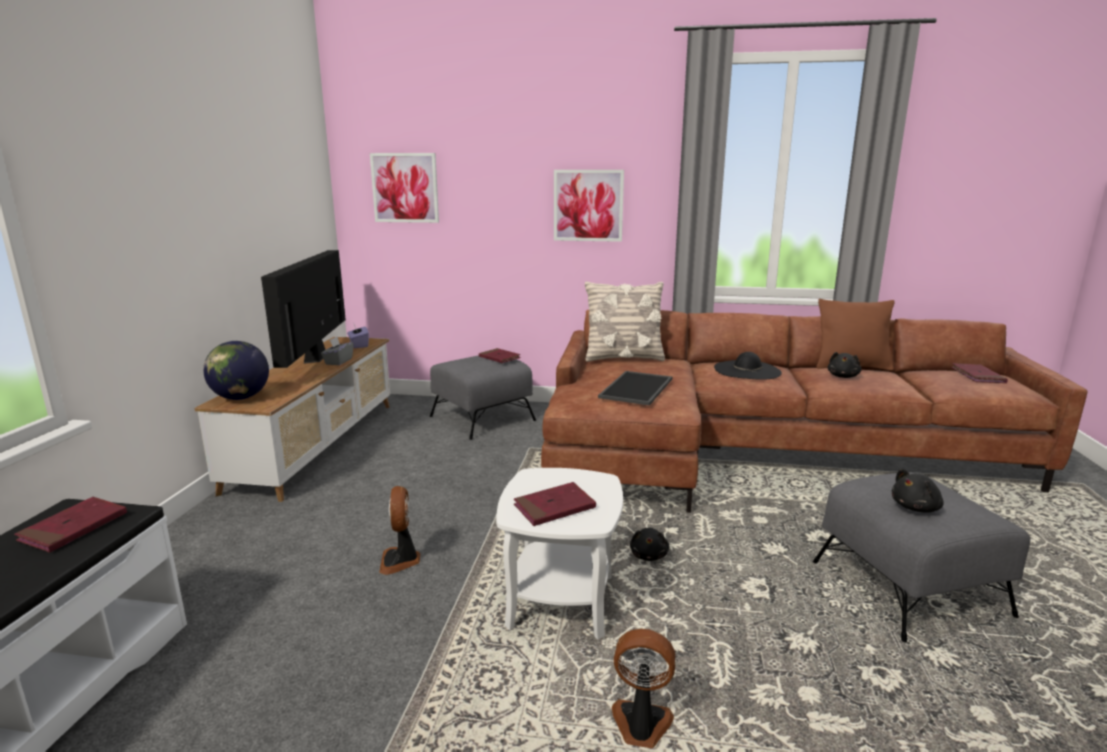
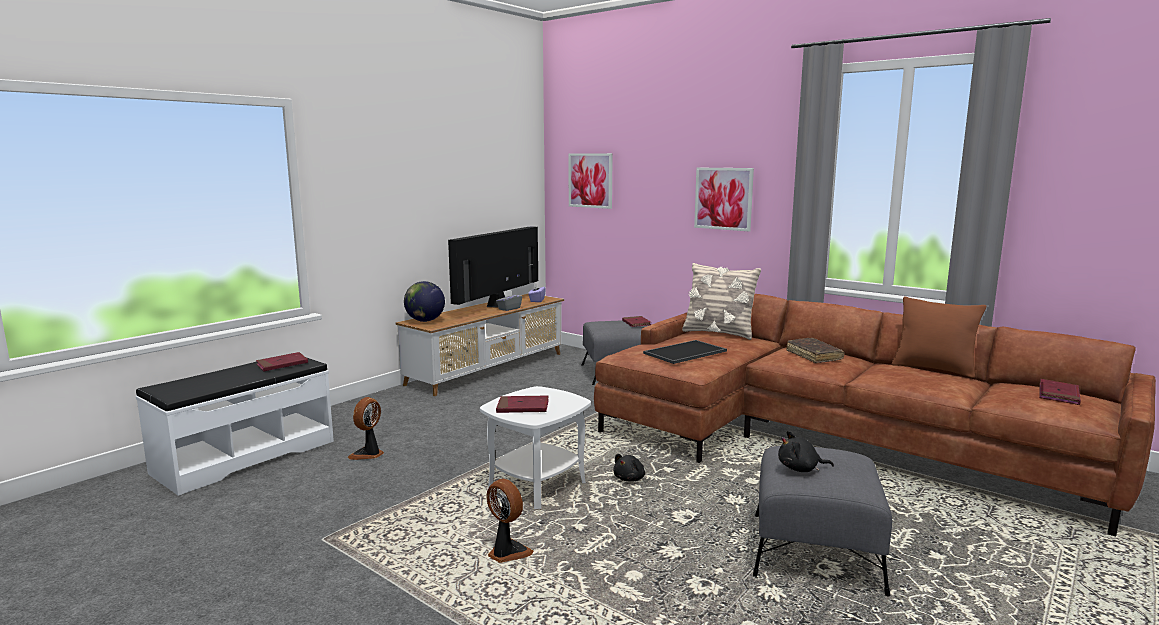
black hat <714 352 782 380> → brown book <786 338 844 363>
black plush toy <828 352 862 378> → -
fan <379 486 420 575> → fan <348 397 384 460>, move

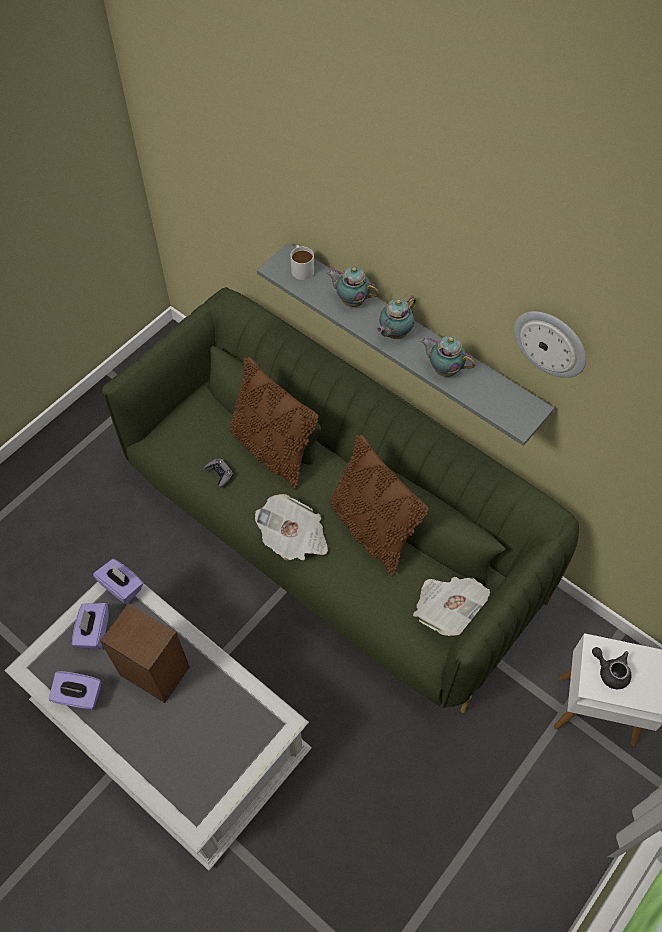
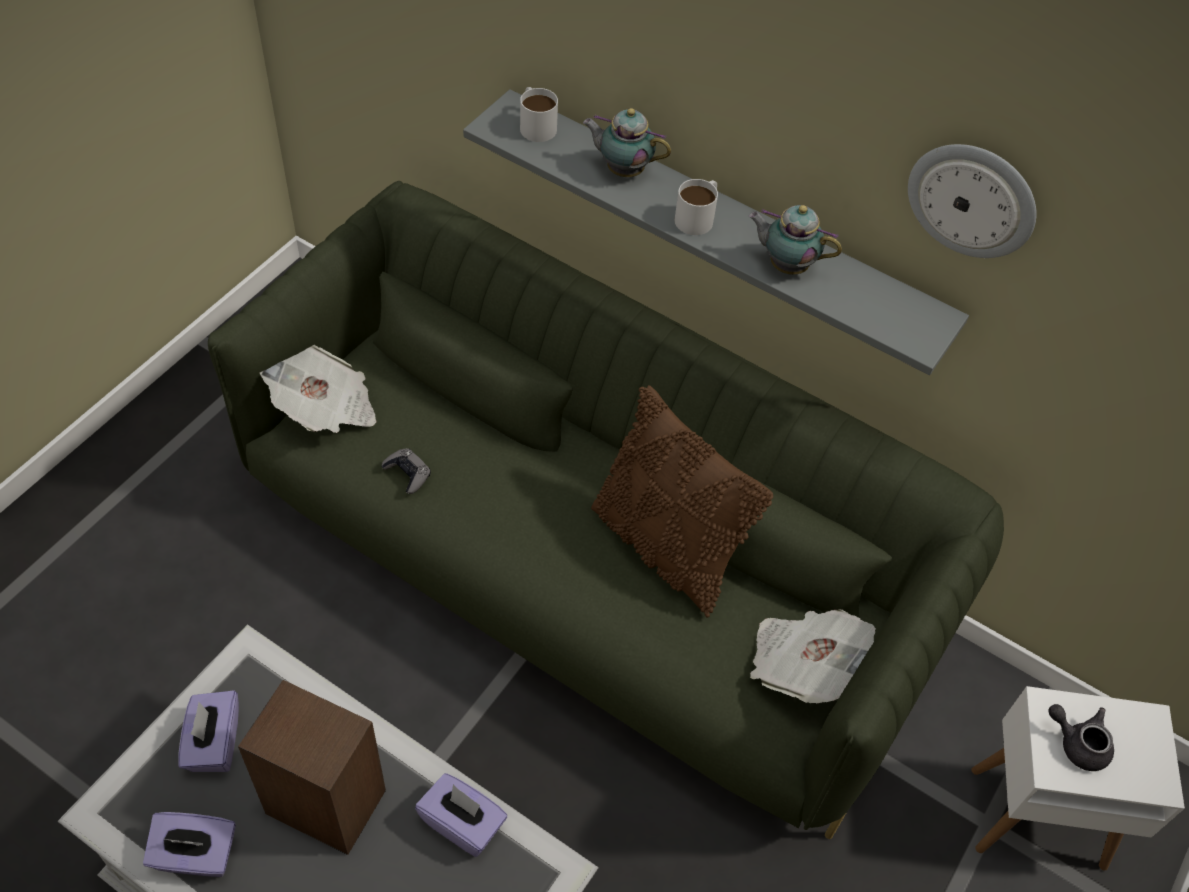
teapot <376 296 416 339> → white mug <674 179 718 235>
brown pillow <229 357 318 489> → -
newspaper <255 494 328 561> → newspaper <260 345 377 433>, move
purple tissue box <93 559 143 605> → purple tissue box <415 773 507 857>, move

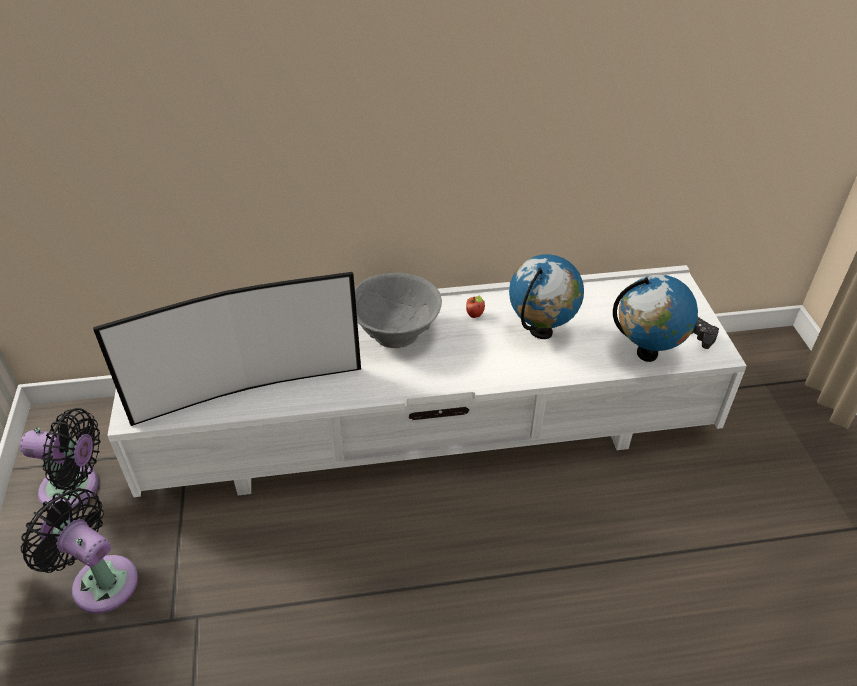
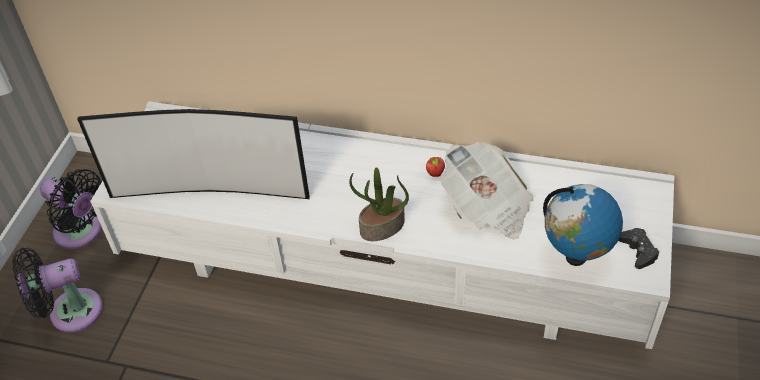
globe <509 254 584 339> → newspaper <441 142 534 239>
grey bowl <355 273 442 348> → -
black fan <21 488 138 614> → black fan <12 248 103 333>, 75 degrees counterclockwise
- → potted plant <349 167 409 241>

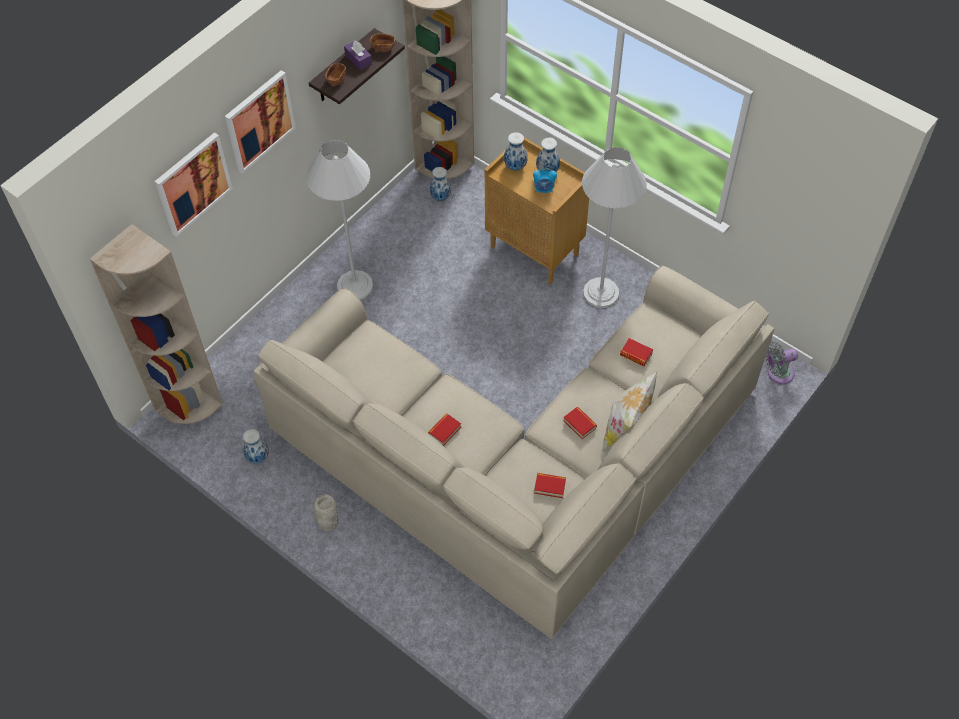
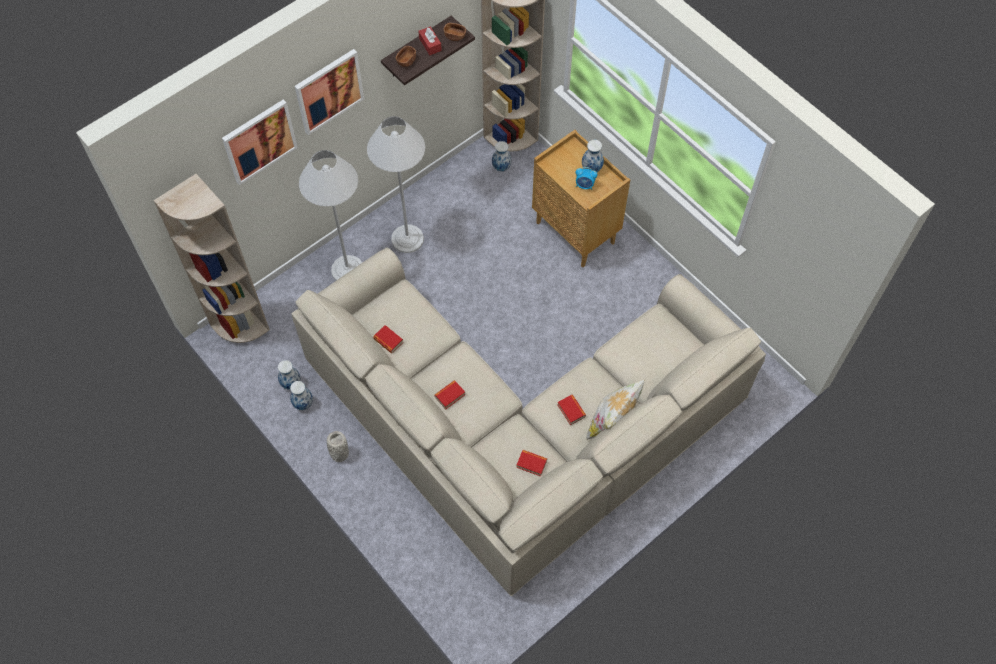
purple tissue box <344 40 372 70> → red tissue box <418 26 442 55>
vase <504 132 528 170> → vase <290 381 313 410>, move
white floor lamp <582 147 647 308> → white floor lamp <299 150 362 280>, move
book <620 338 653 366> → book <373 325 403 353>, move
grey fan <766 342 798 384> → -

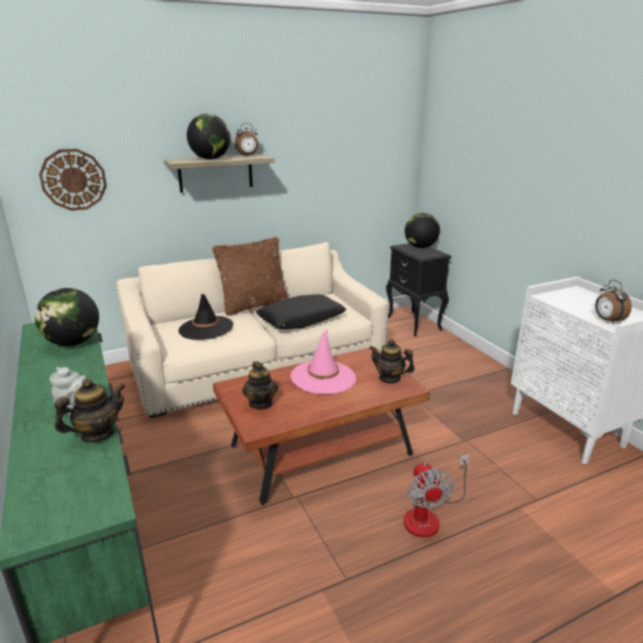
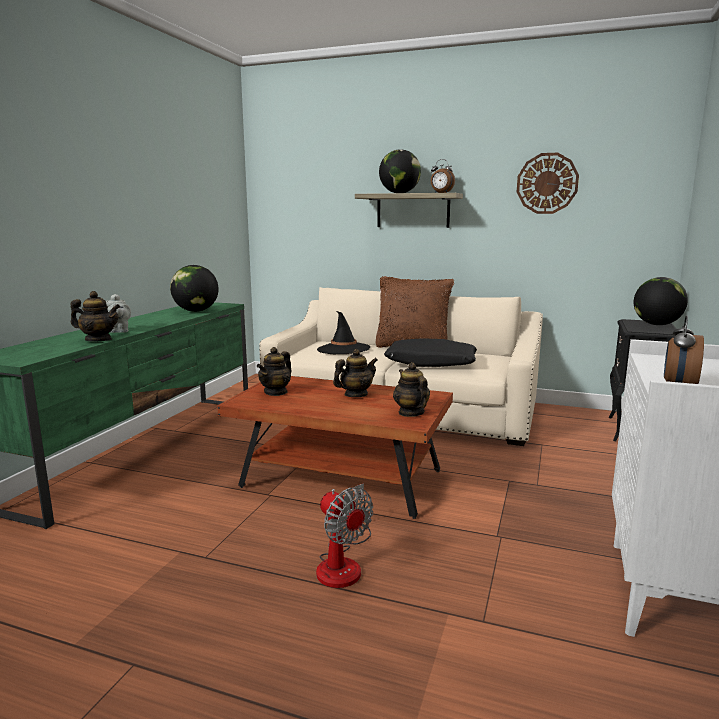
wall clock <39 149 107 211> → wall clock <517 153 579 214>, move
pink hat <291 329 356 394> → teapot <333 349 378 397>
fan <404 454 469 538> → fan <316 483 373 588>, 75 degrees counterclockwise

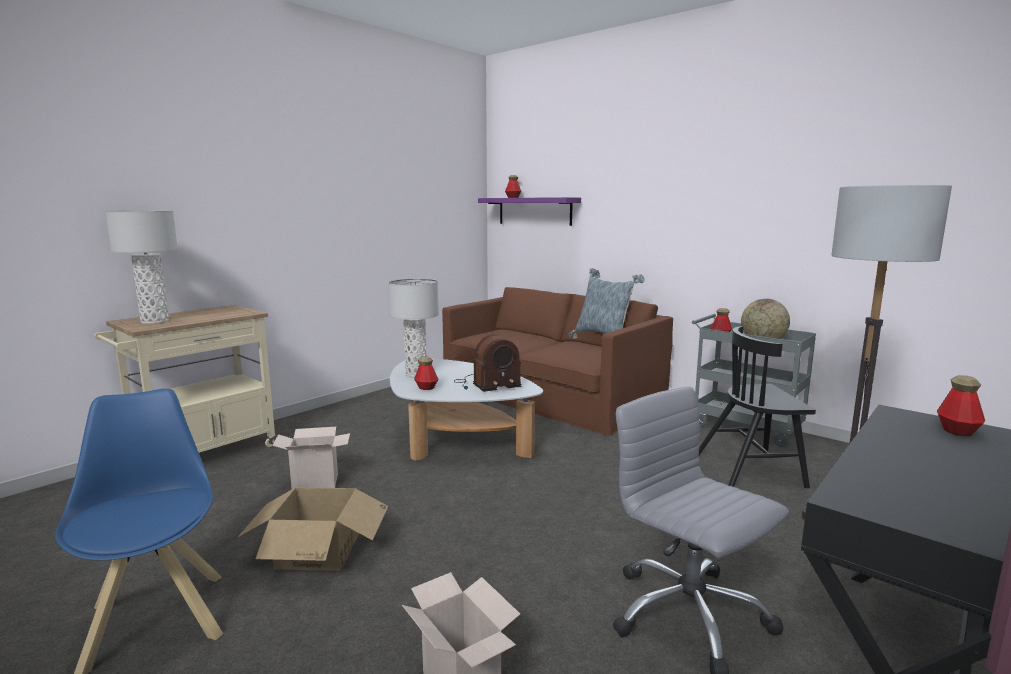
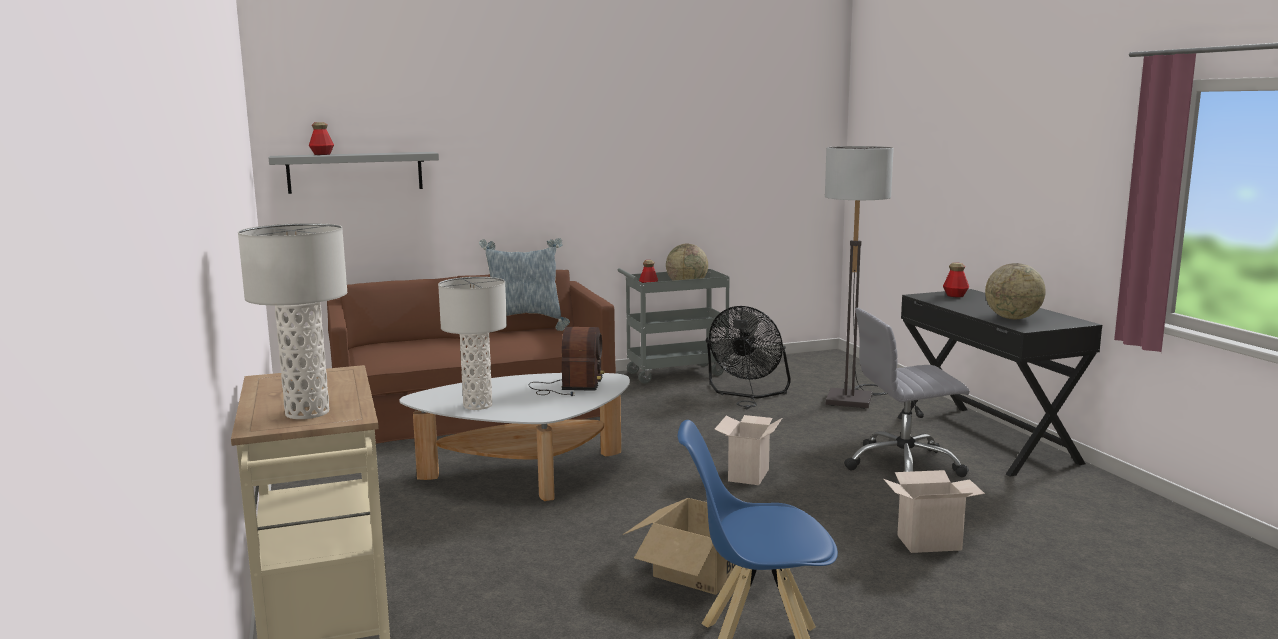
purple shelf <478 197 581 226> → grey shelf <269 152 439 194>
black chair <699 326 816 488> → black fan <706 306 791 409>
bottle <414 356 438 390> → -
cardboard box <272 427 350 489> → cardboard box <714 415 782 485>, move
- → globe <985 263 1046 319>

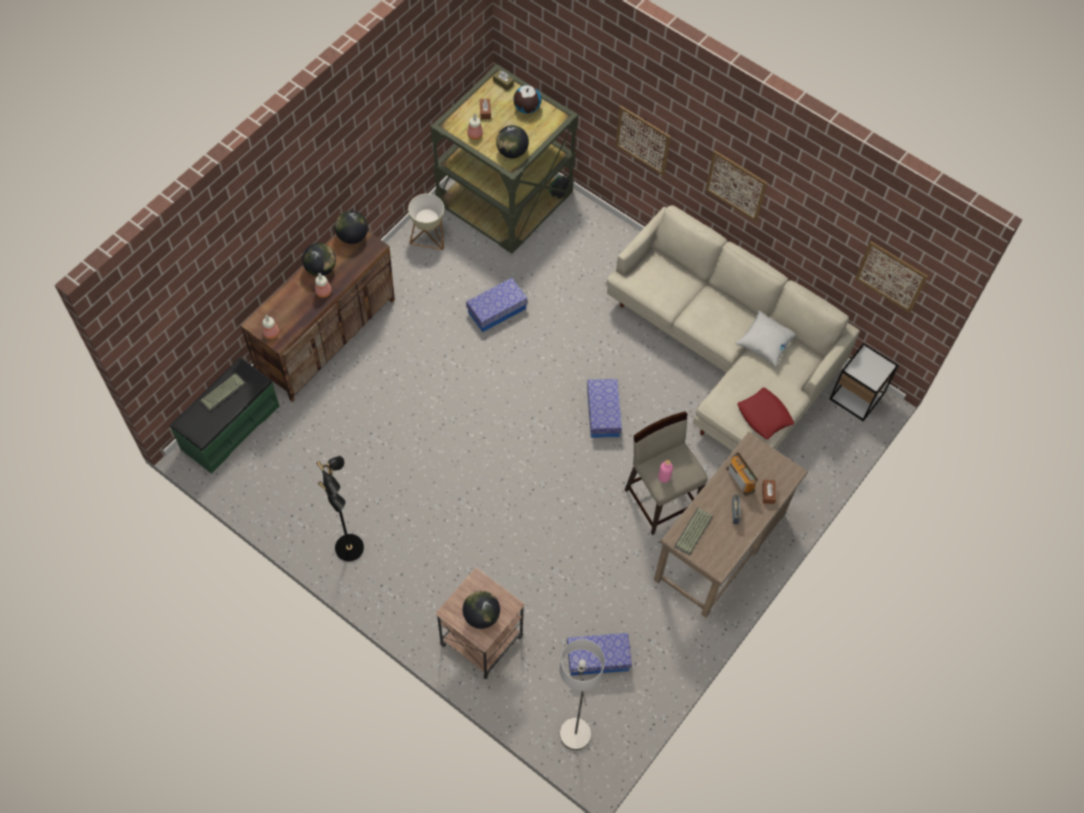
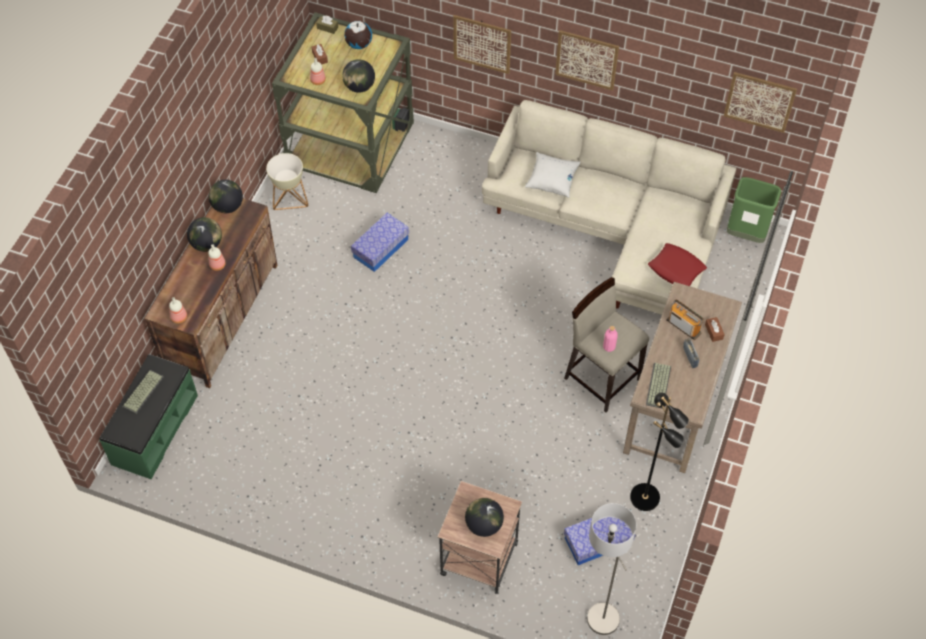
grey pillow <735 310 796 367> → grey pillow <525 152 580 198>, move
side table <830 343 899 421> → green trash can <727 177 781 243>
storage box <587 379 622 438> → -
black floor lamp <316 456 364 561> → black floor lamp <630 393 689 511>, move

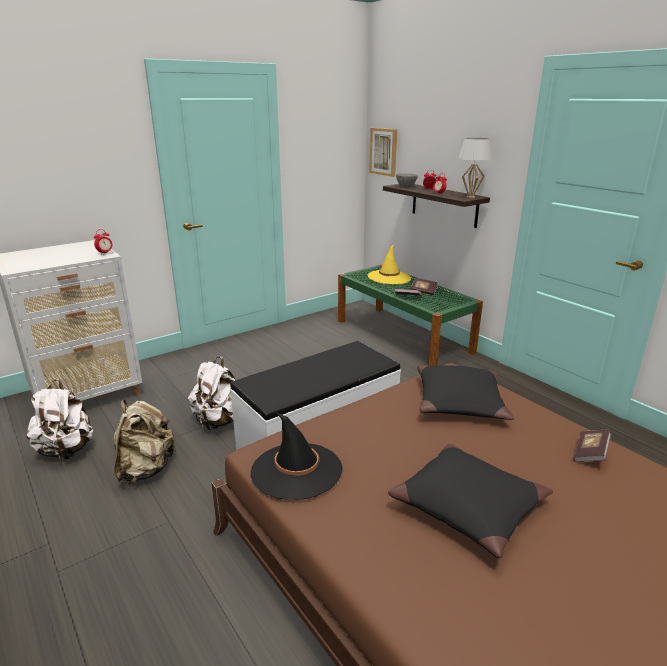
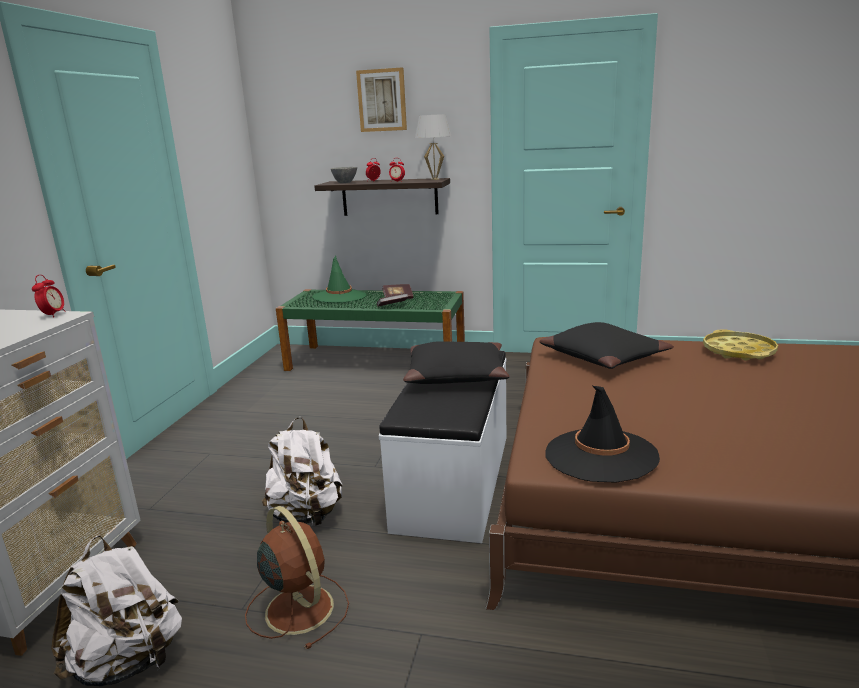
picture <369 128 397 177> → picture <356 67 407 132>, move
yellow hat <368 245 411 284> → green hat <313 256 367 303>
beige backpack <114 399 177 484> → brown fan <245 506 349 649>
book <574 429 611 462> → yellow tray <703 329 778 361>
black pillow <388 444 553 558> → black pillow <403 341 509 384>, move

